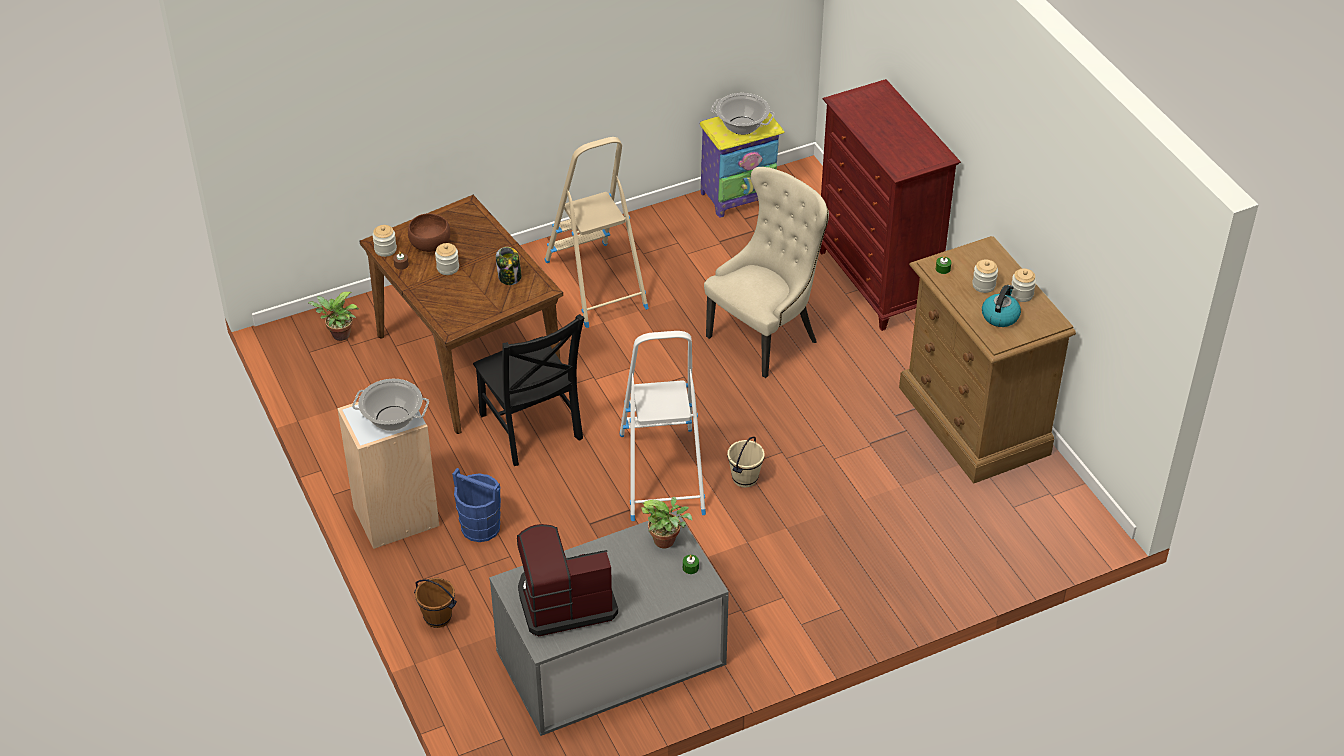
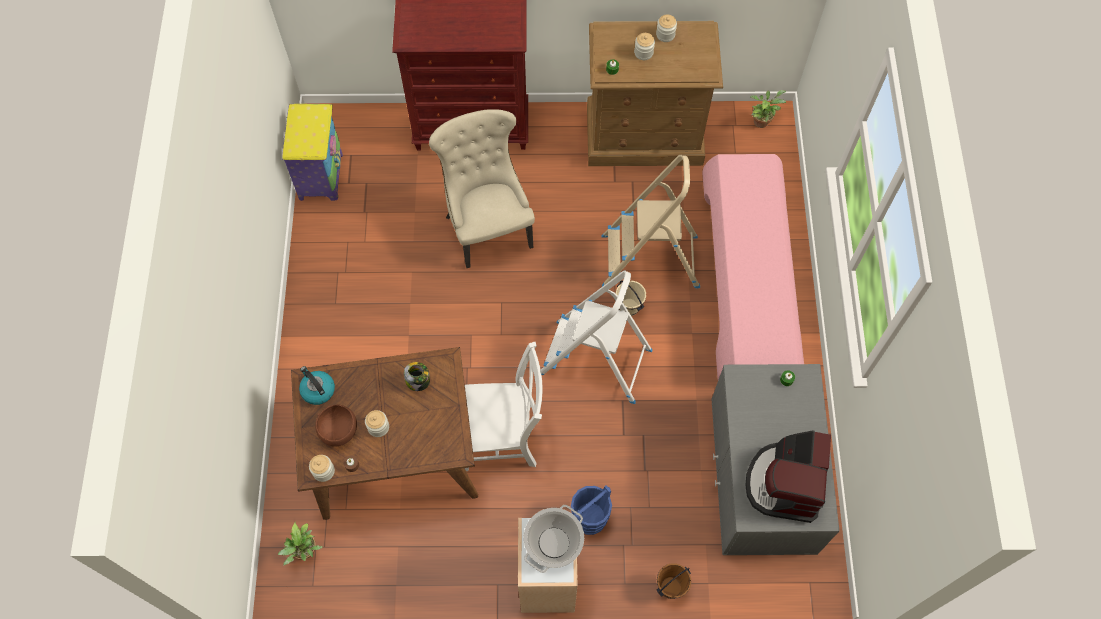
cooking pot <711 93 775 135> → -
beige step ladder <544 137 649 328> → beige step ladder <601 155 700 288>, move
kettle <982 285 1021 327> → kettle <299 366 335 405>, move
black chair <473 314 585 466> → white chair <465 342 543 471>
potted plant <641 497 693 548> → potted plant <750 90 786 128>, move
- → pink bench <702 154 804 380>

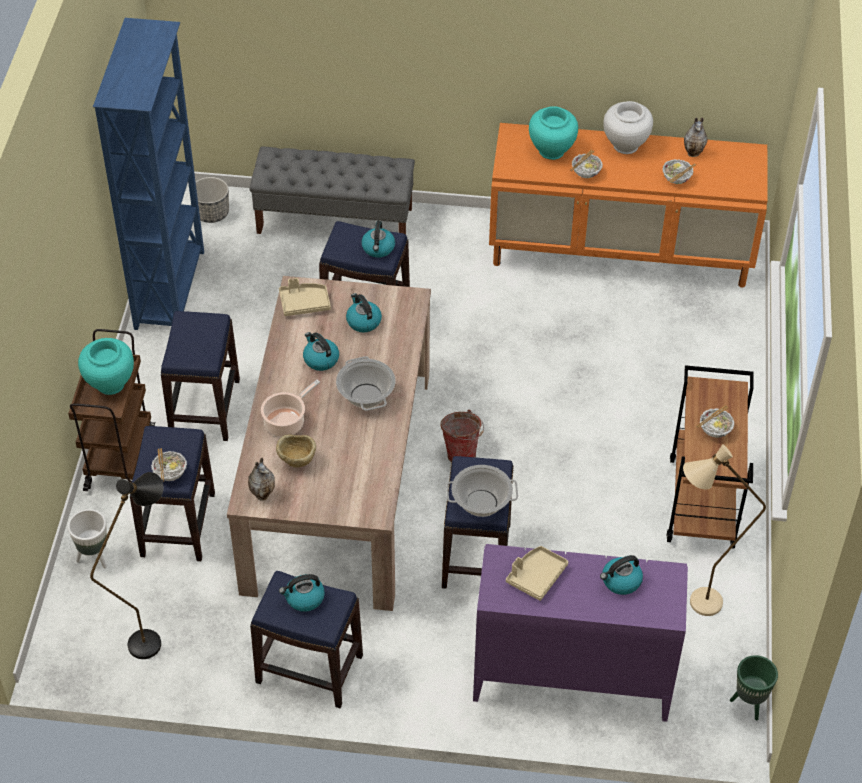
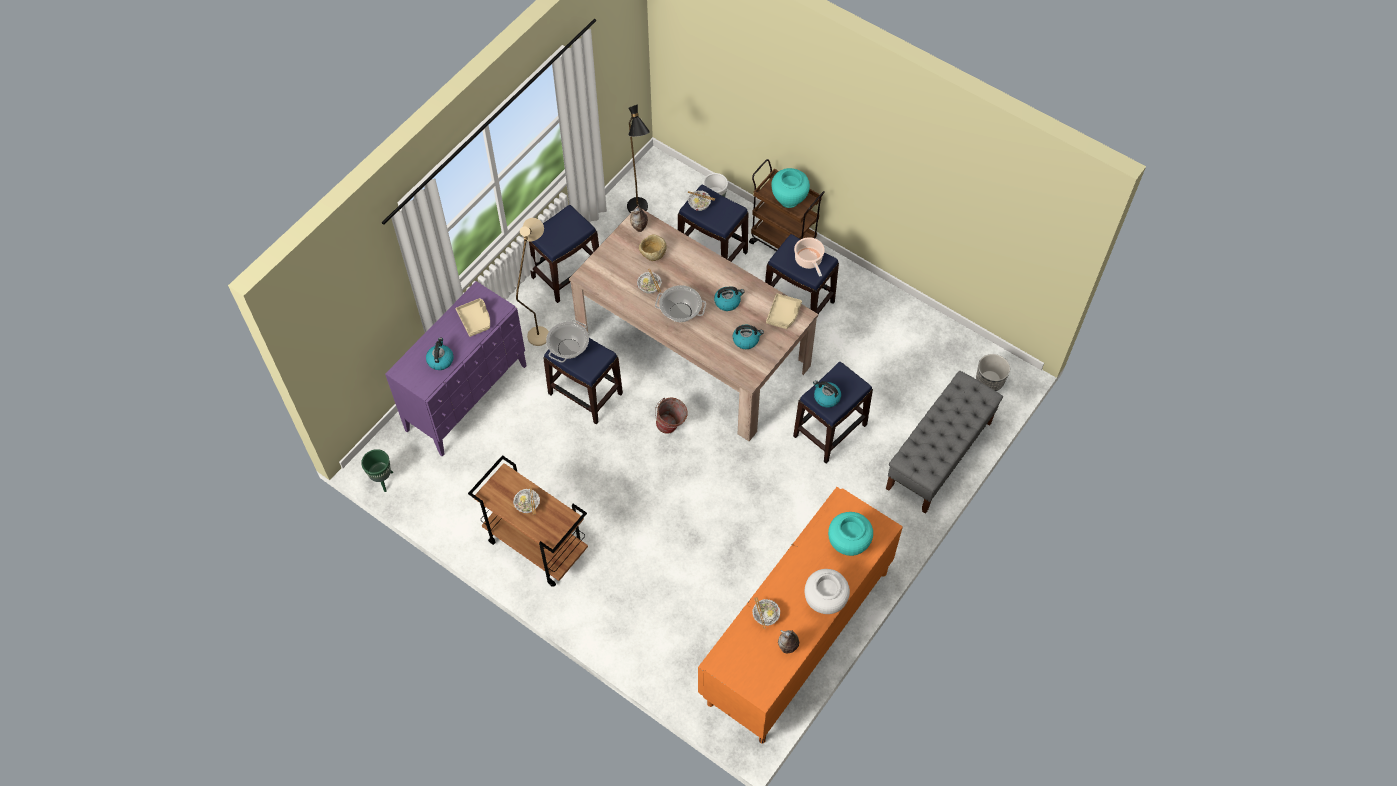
blue bookcase <93 18 204 330> → -
bowl <570 150 603 178> → bowl <637 269 662 294>, move
cooking pot <261 380 320 437> → cooking pot <794 237 825 277>, move
beige floor lamp <683 444 766 616> → beige floor lamp <516 218 549 346>, move
kettle <279 574 325 612> → -

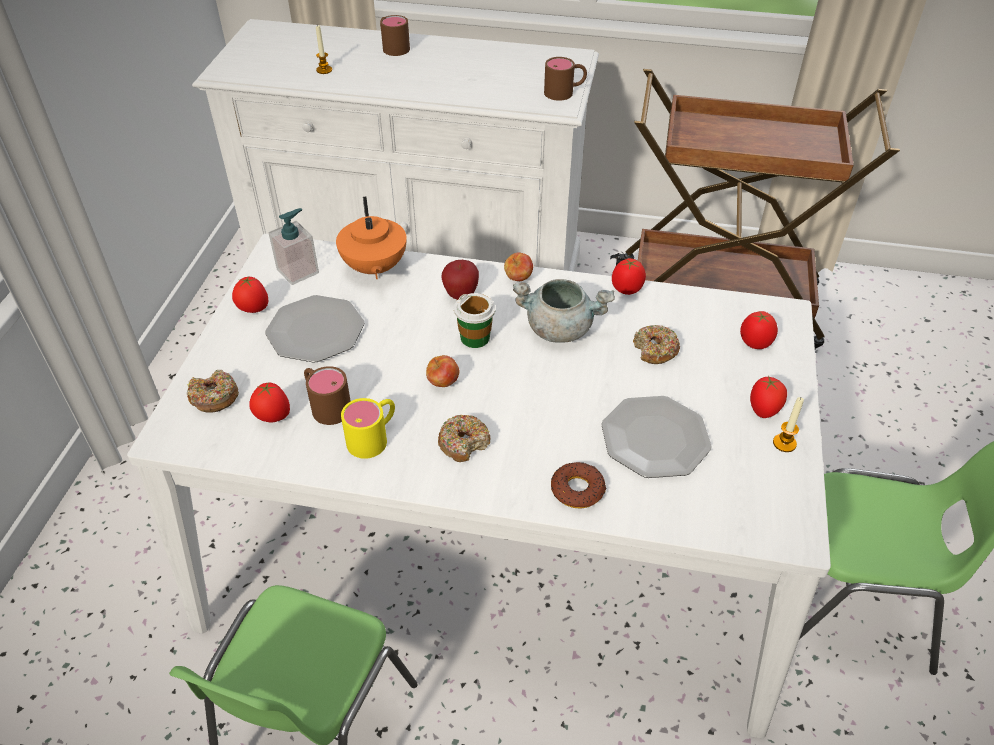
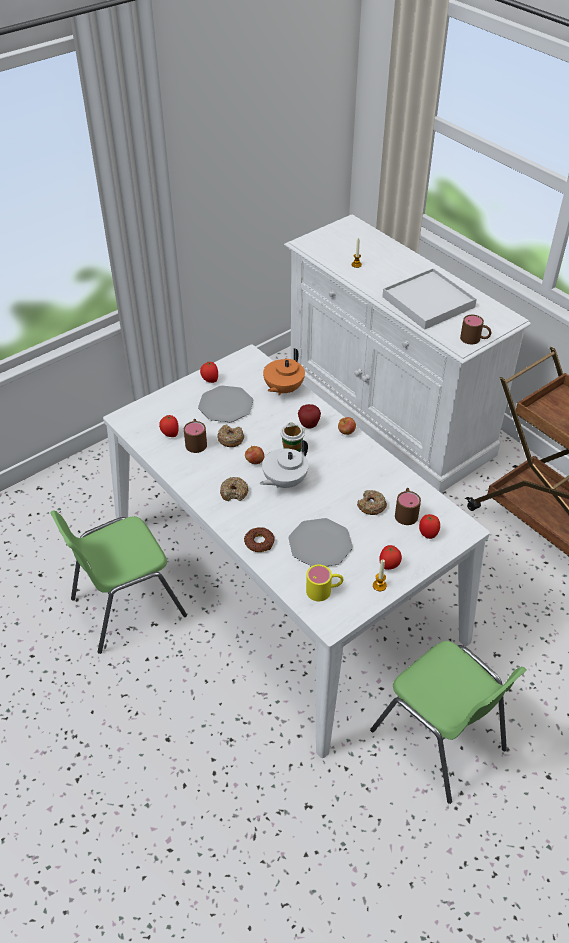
brown mug <380 15 410 56> → brown mug <395 488 421 525>, move
soap dispenser <269 208 319 285> → -
tomato <612 258 646 295> → -
grey cooking pot <513 279 615 343> → -
donut <187 370 239 413> → donut <217 424 244 447>, move
yellow mug <341 398 395 459> → yellow mug <306 564 344 601>, move
- → white tray <382 268 477 330>
- → white teapot <260 440 309 488>

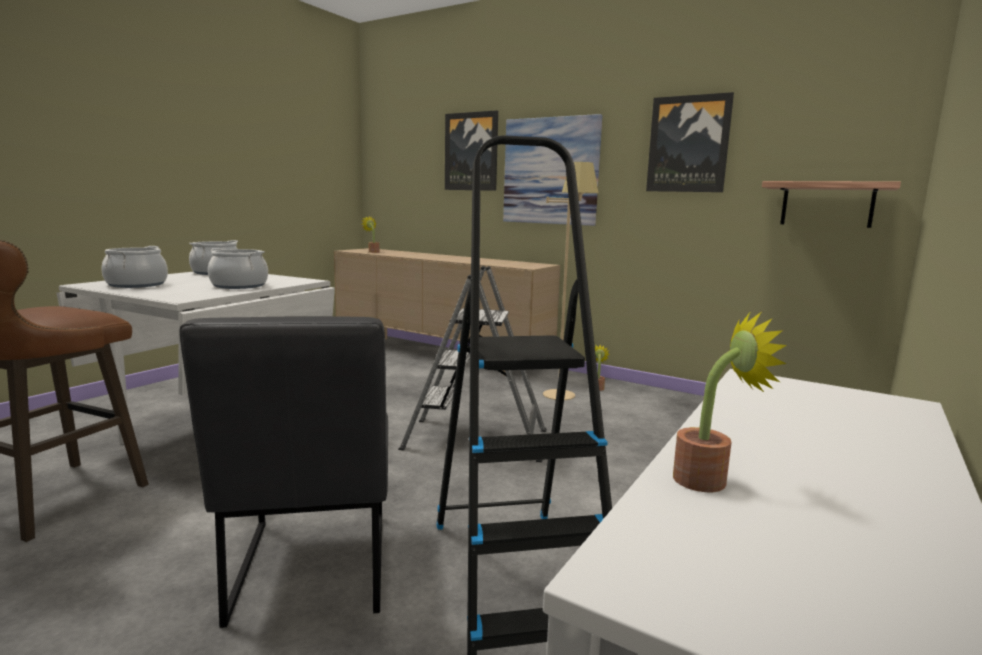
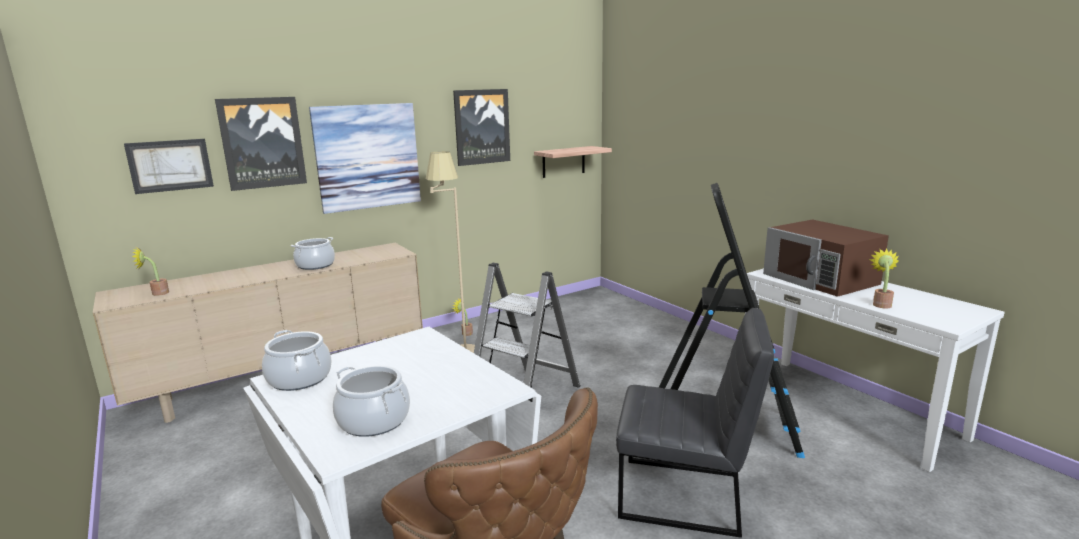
cooking pot <208 248 268 289> → cooking pot <291 237 335 270>, move
- → picture <124 139 214 194>
- → brown microwave <763 220 889 297>

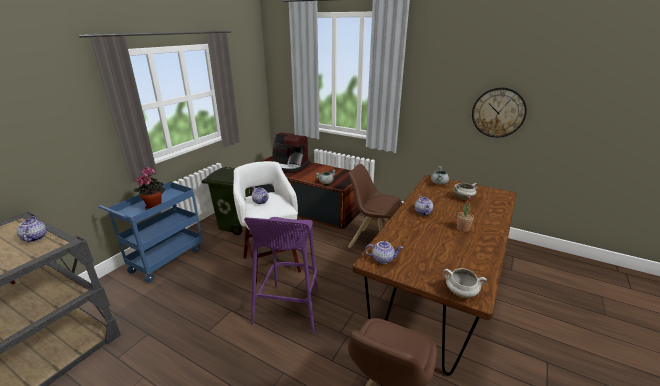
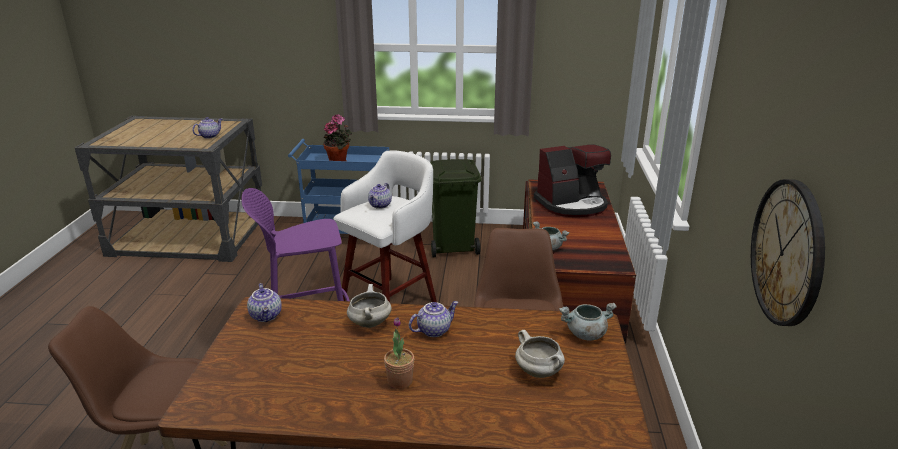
coffee machine <273 132 310 173> → coffee machine <534 144 611 217>, 105 degrees counterclockwise
white cooking pot <443 268 487 298> → white cooking pot <347 284 392 328>, move

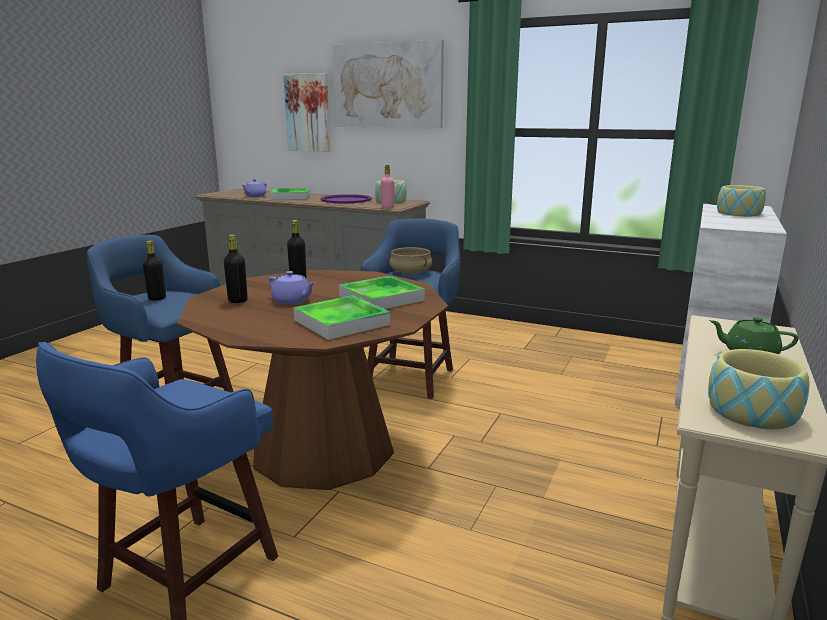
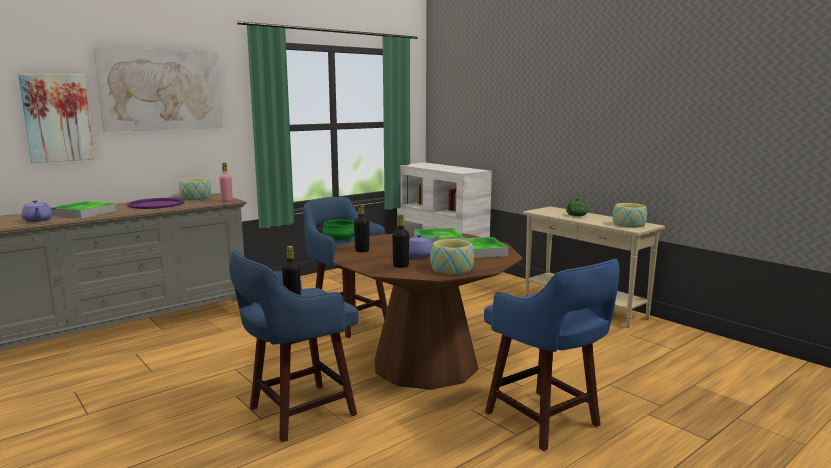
bowl <717 185 766 216> → bowl <430 239 474 275>, move
beige cooking pot <389 247 432 274> → green cooking pot <320 219 355 240>

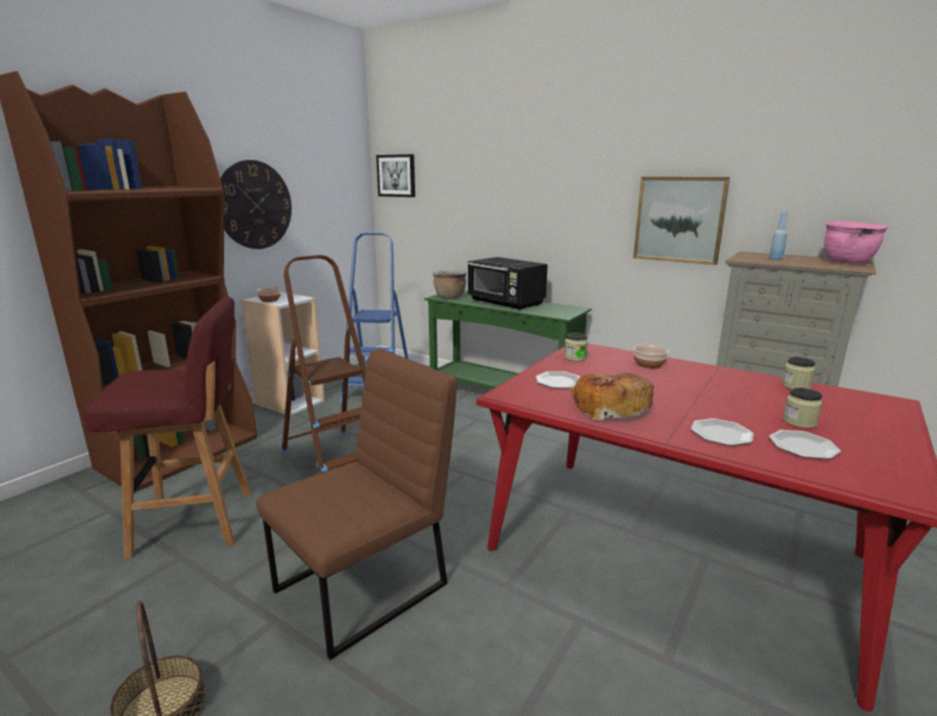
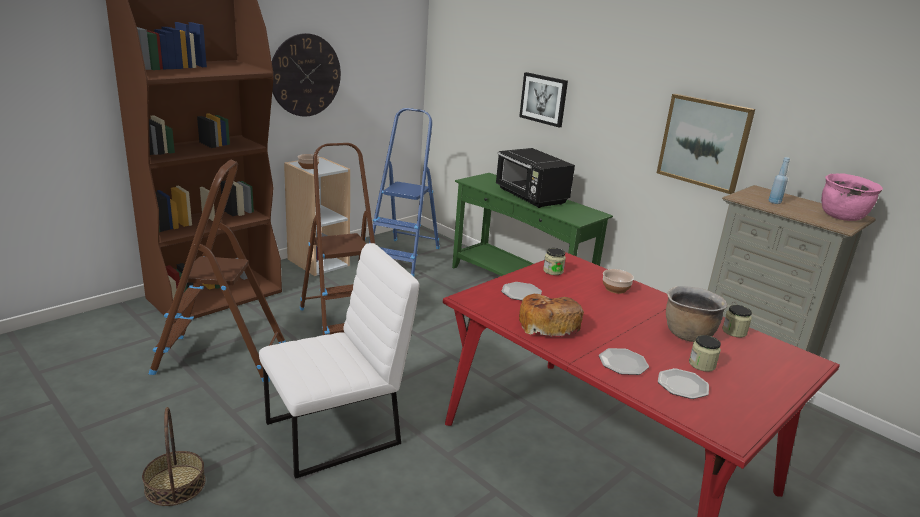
picture <376 154 415 197> → picture <519 72 568 127>, move
brown cooking pot <432 270 467 299> → brown cooking pot <666 286 727 342>, move
red stool <83 297 251 559> → brown step ladder <149 160 286 382>
brown chair <256 349 457 660> → white chair <259 243 420 479>

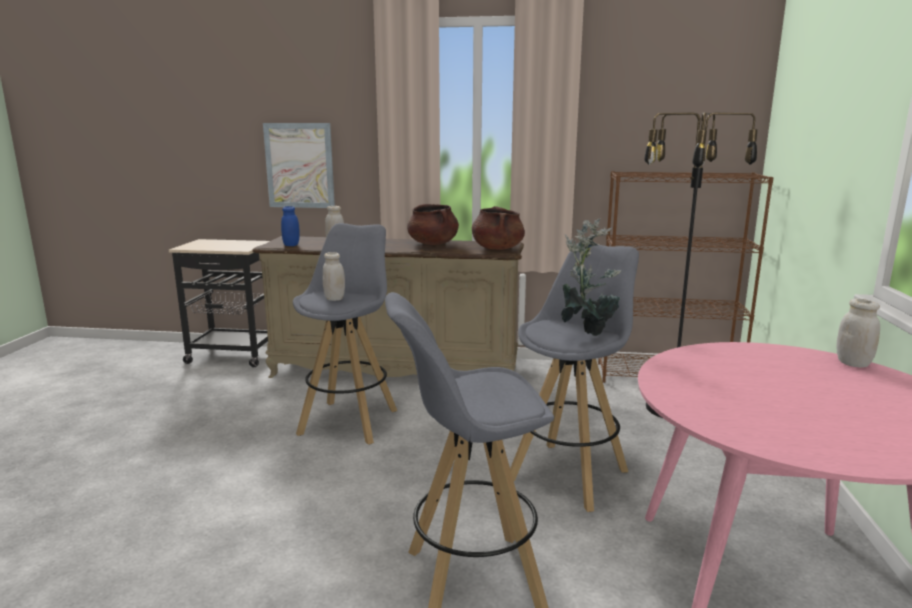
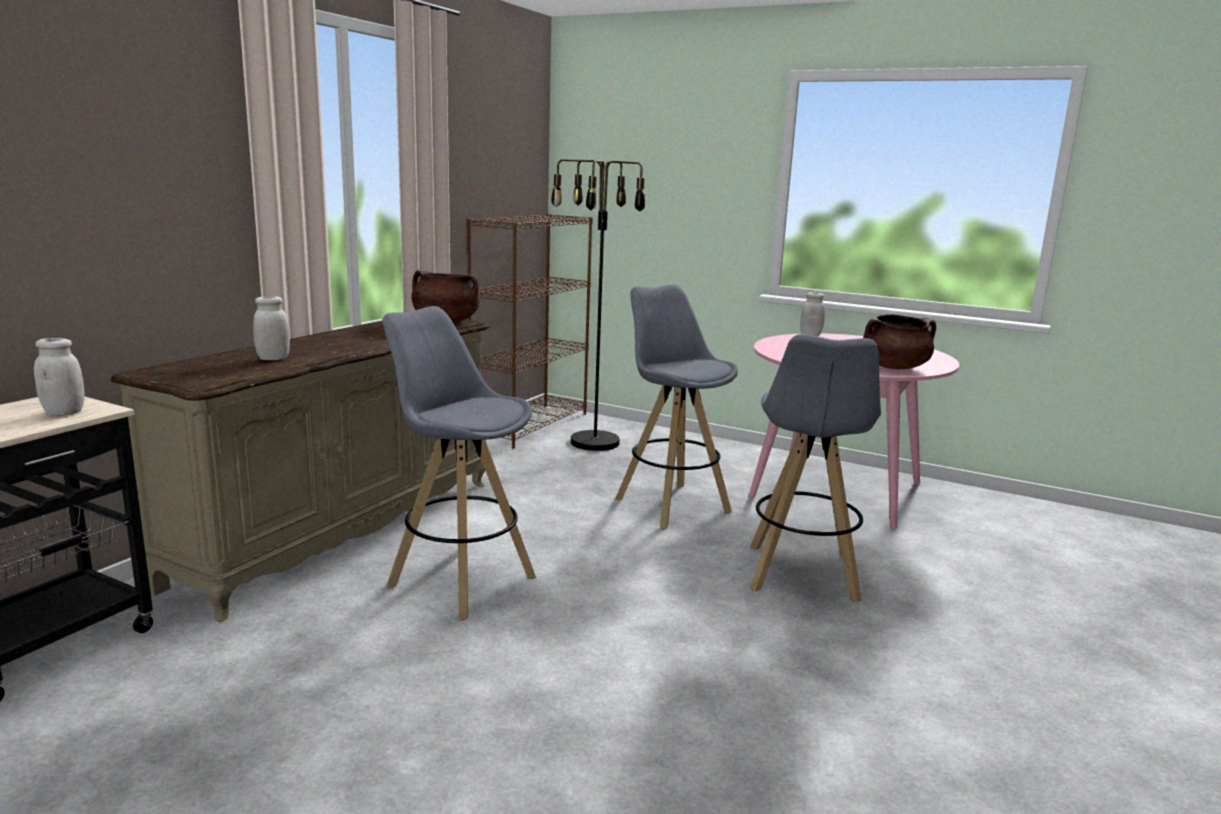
picture <263 123 335 208> → -
brown cooking pot <407 204 459 245> → brown cooking pot <863 314 936 369>, move
blue jar <281 206 300 246> → -
potted plant <561 218 622 336> → -
white jar <323 252 345 301> → white jar <34 338 85 416>, move

